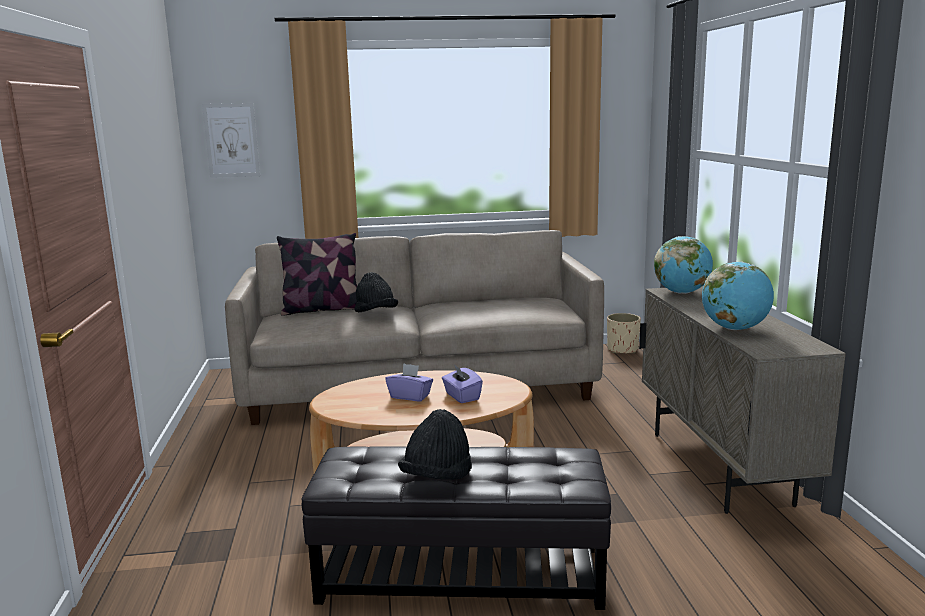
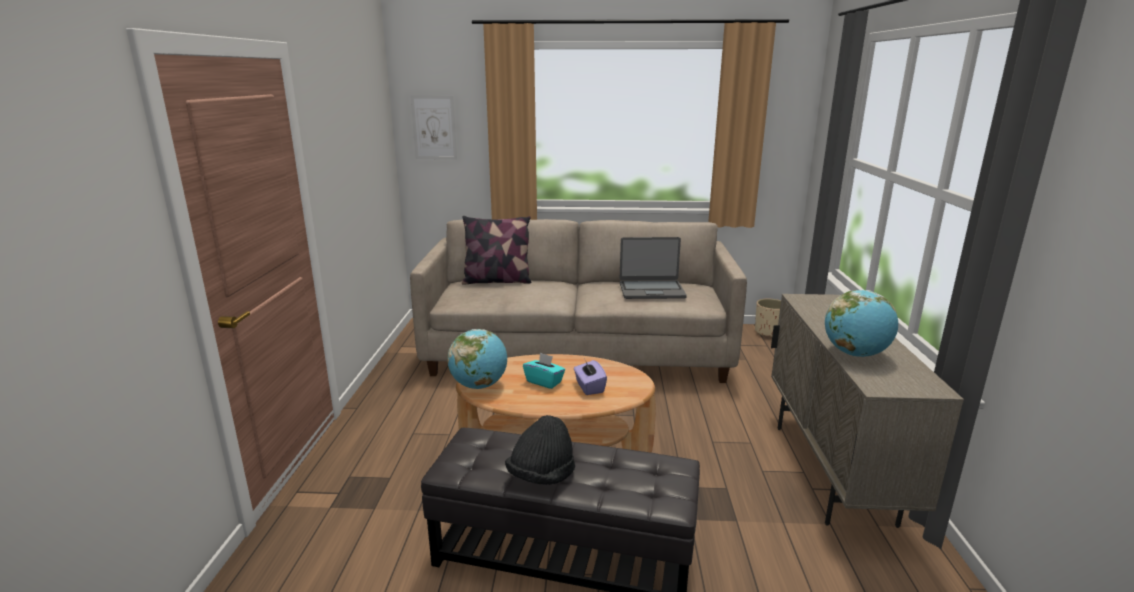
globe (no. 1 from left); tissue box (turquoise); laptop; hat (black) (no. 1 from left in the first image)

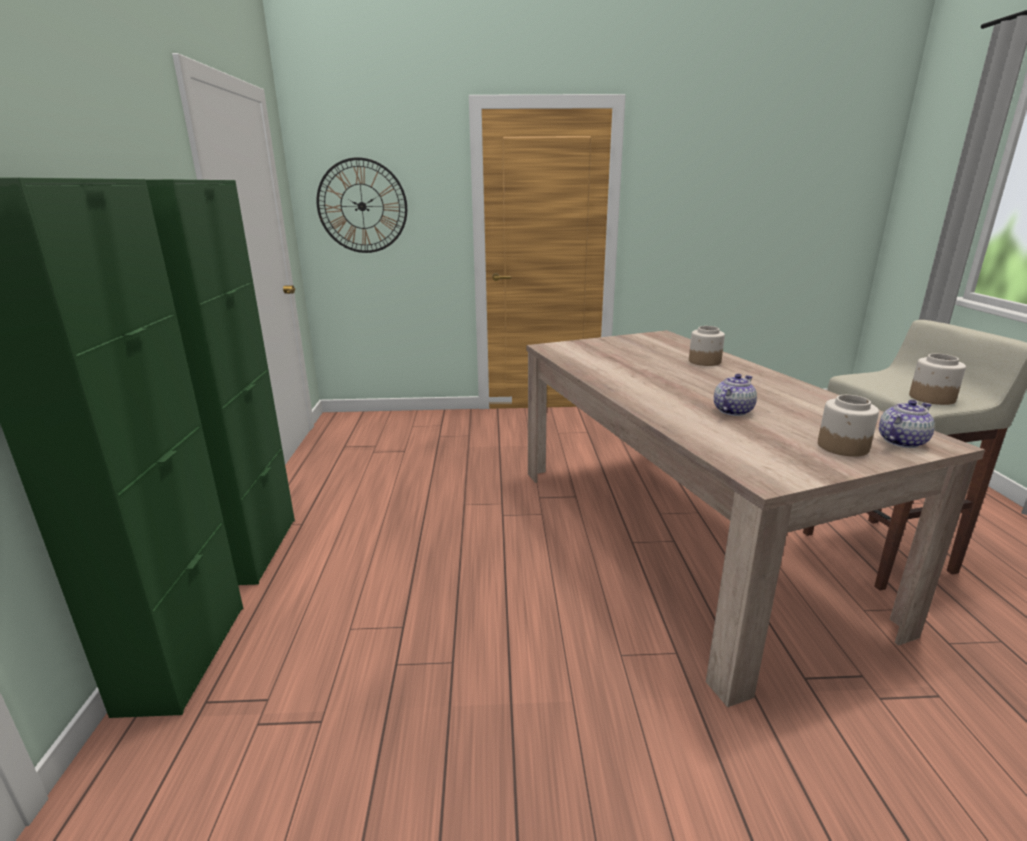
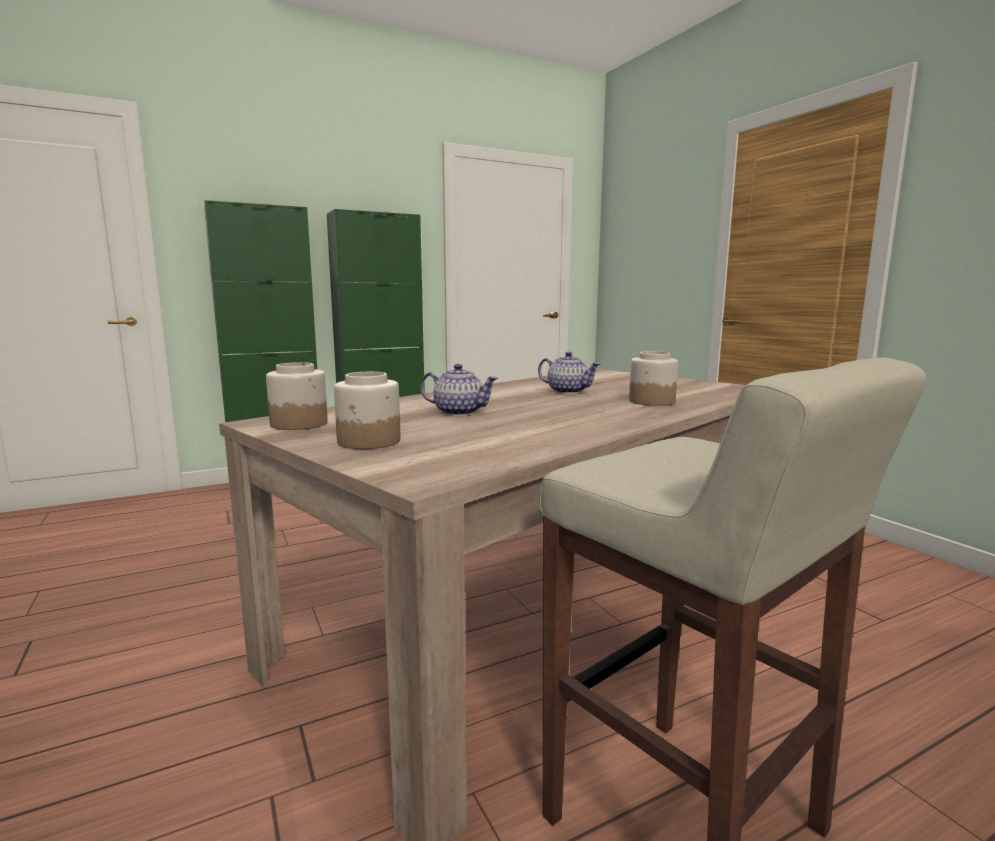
jar (no. 1 from left); teapot (no. 2 from left); wall clock

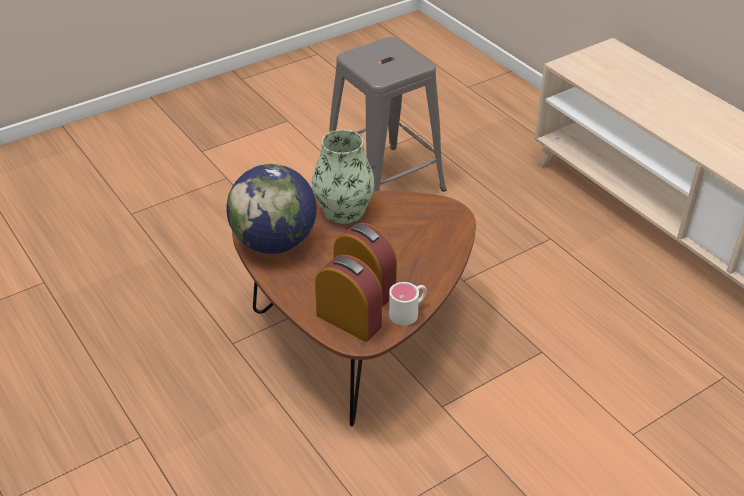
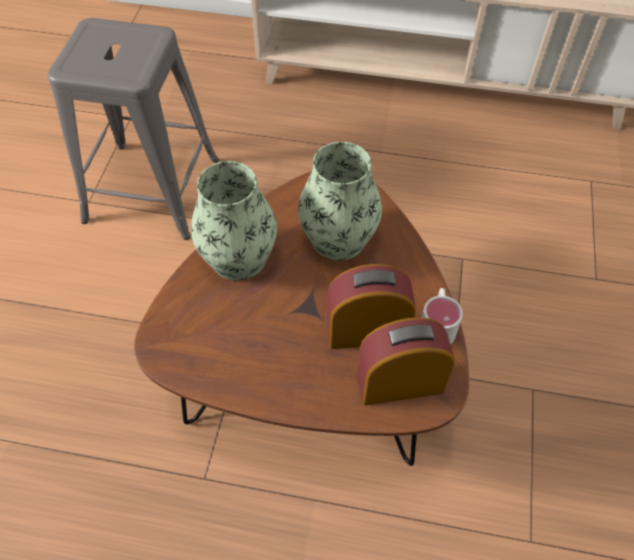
vase (no. 2 from left); globe

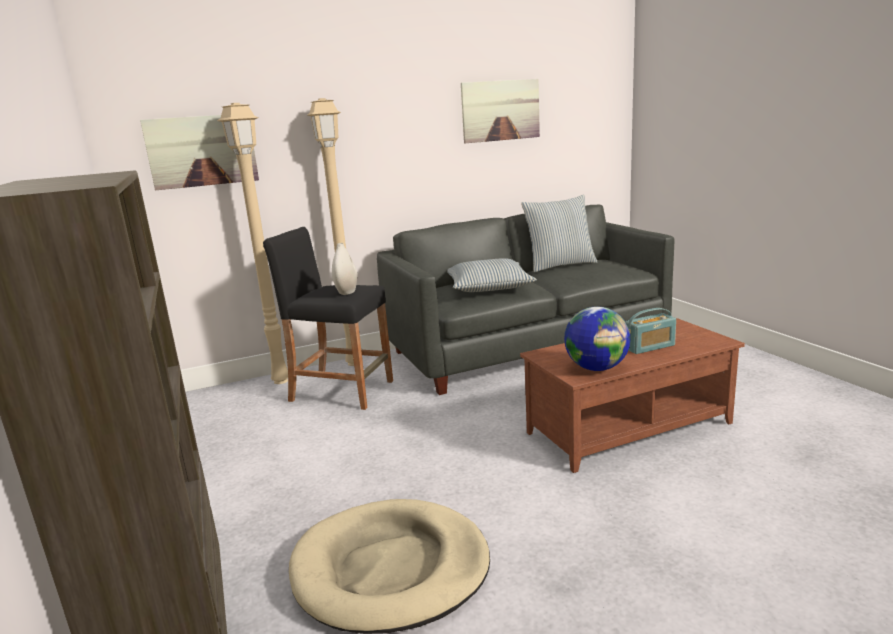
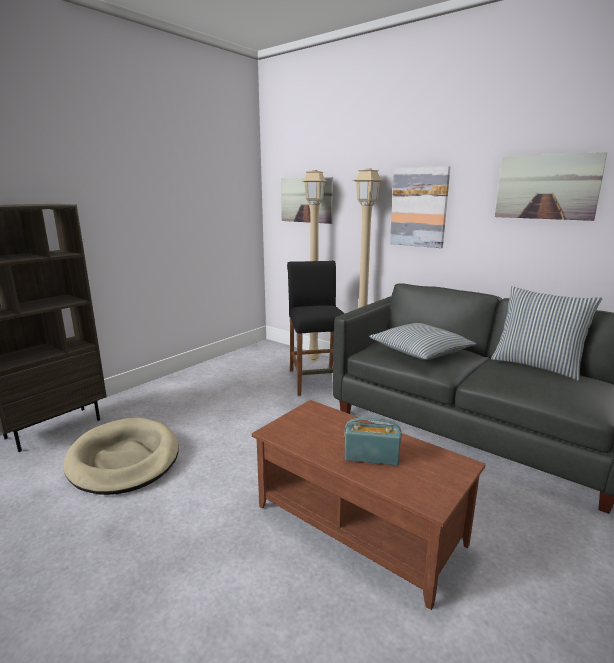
radio; picture (no. 2 from left); vase (white); globe

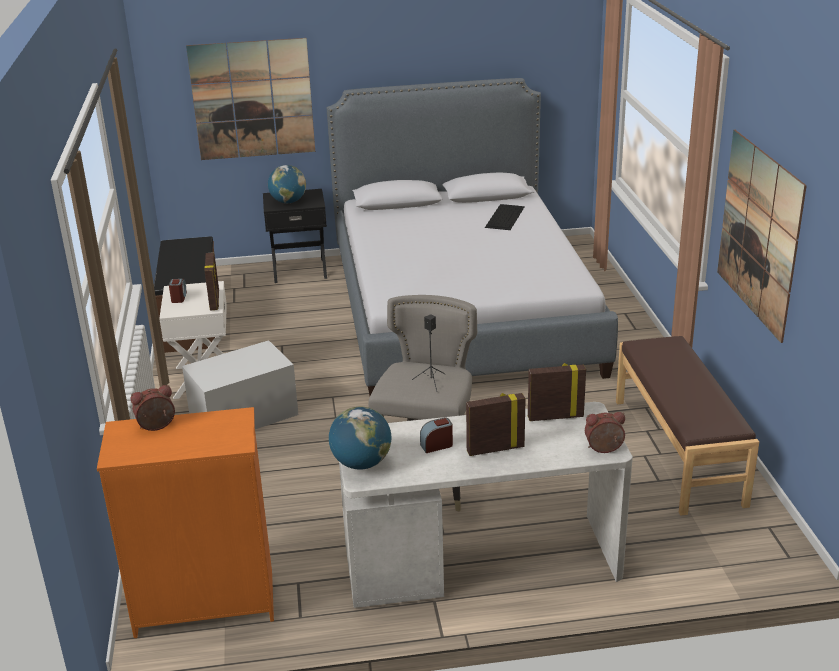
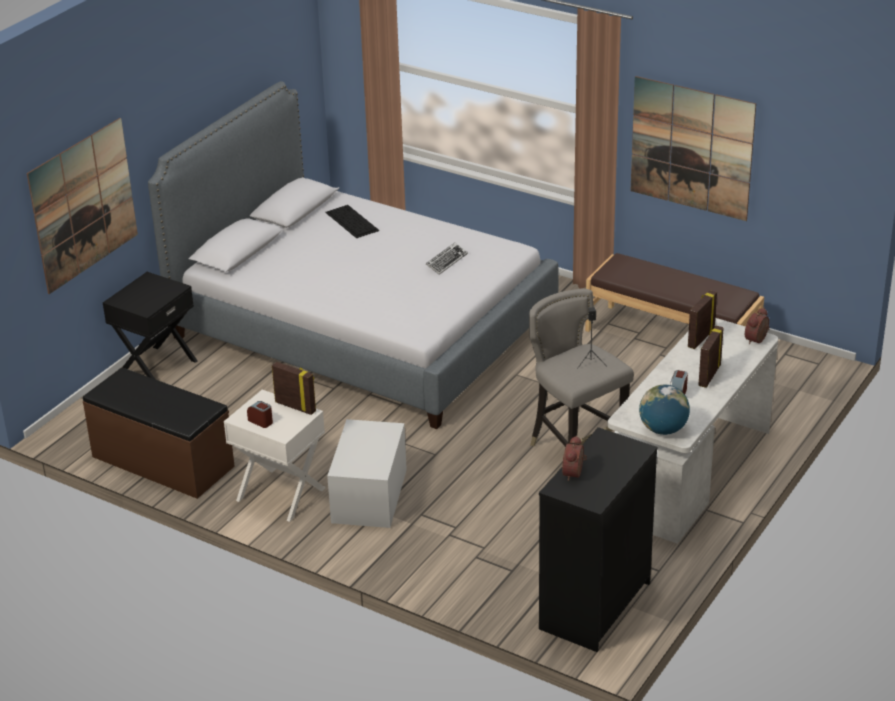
keyboard (no. 2 from left); dresser (black); globe (no. 1 from left in the first image)

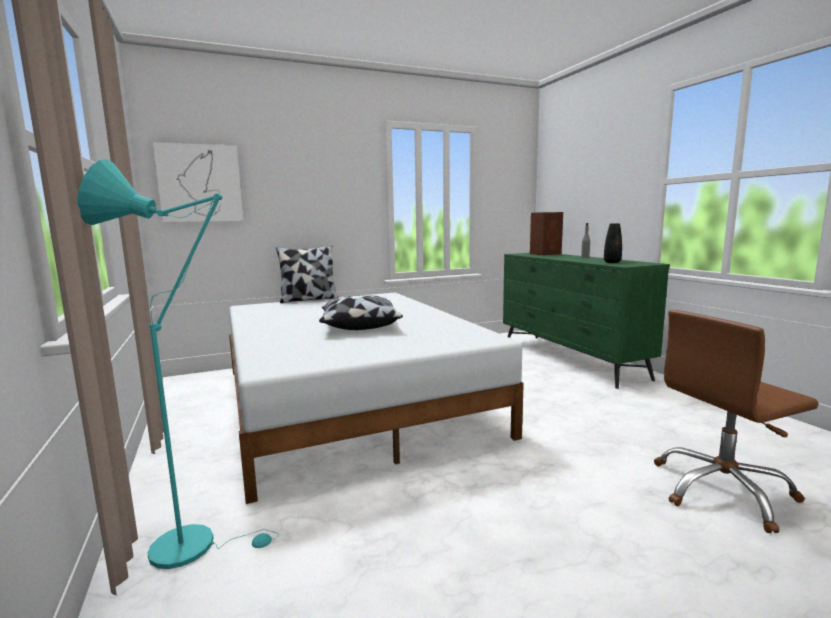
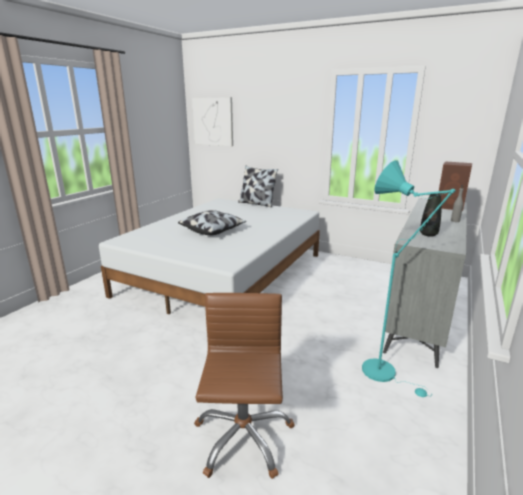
office chair (brown); floor lamp (turquoise); dresser (grey)

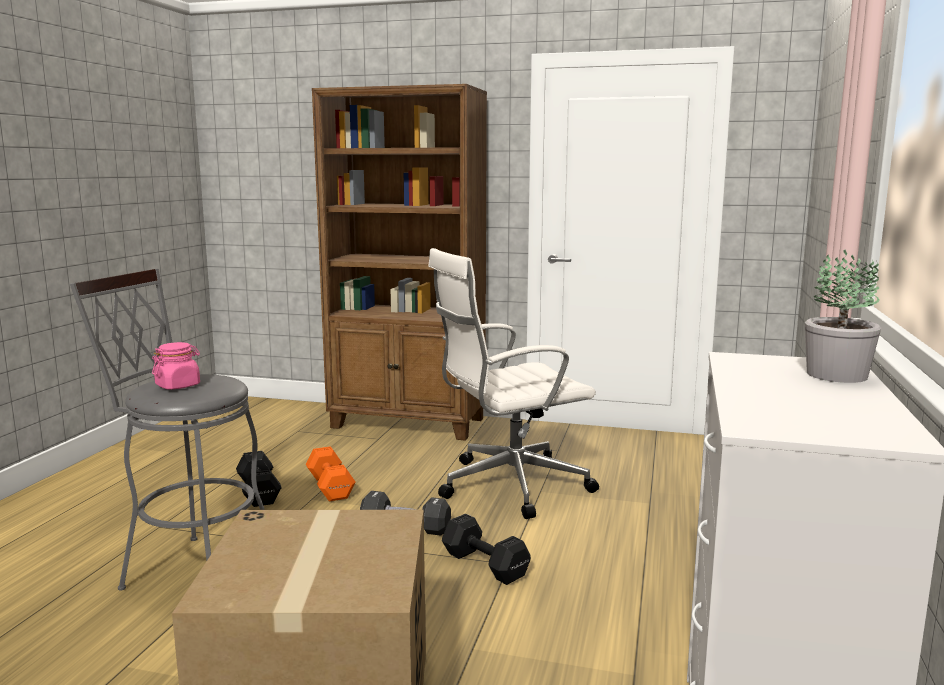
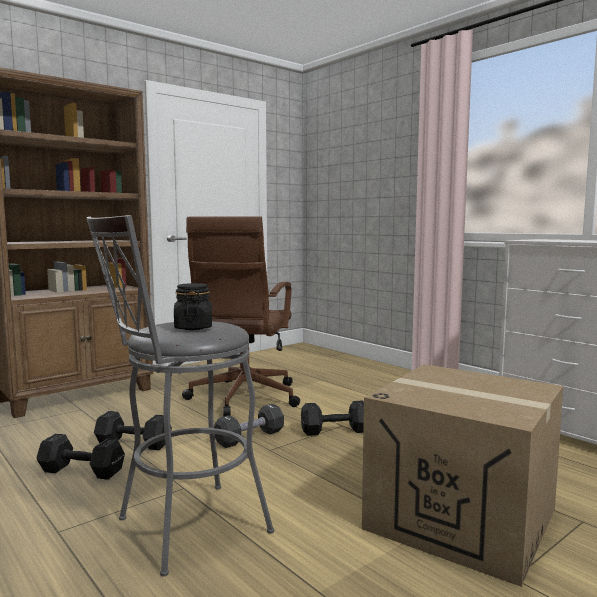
dumbbell (black) (no. 2 from left); jar (black); office chair (brown); potted plant

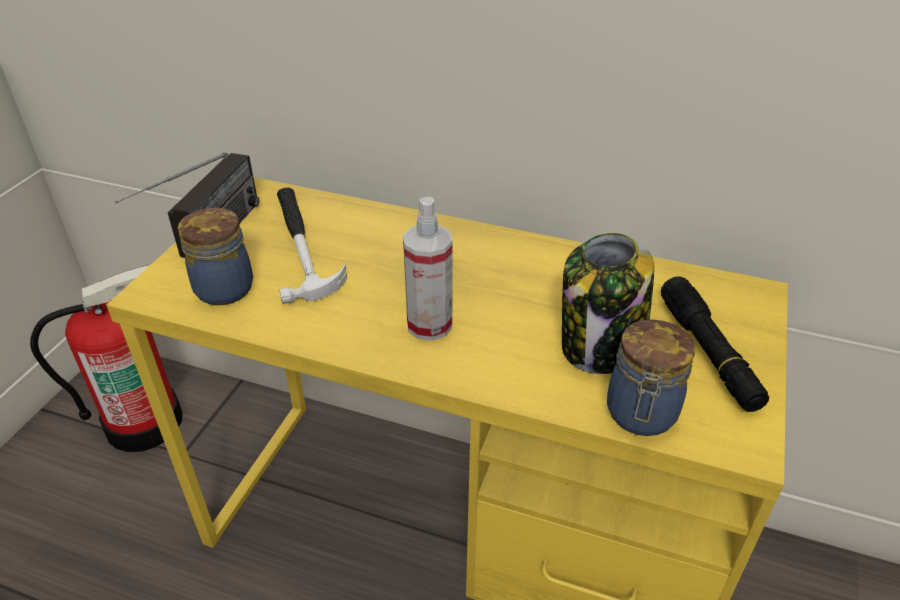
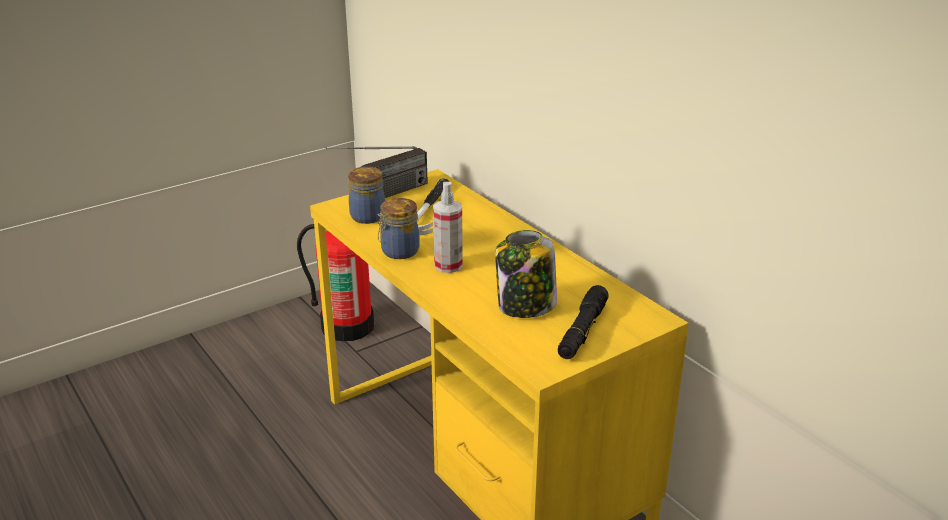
jar (no. 2 from left)

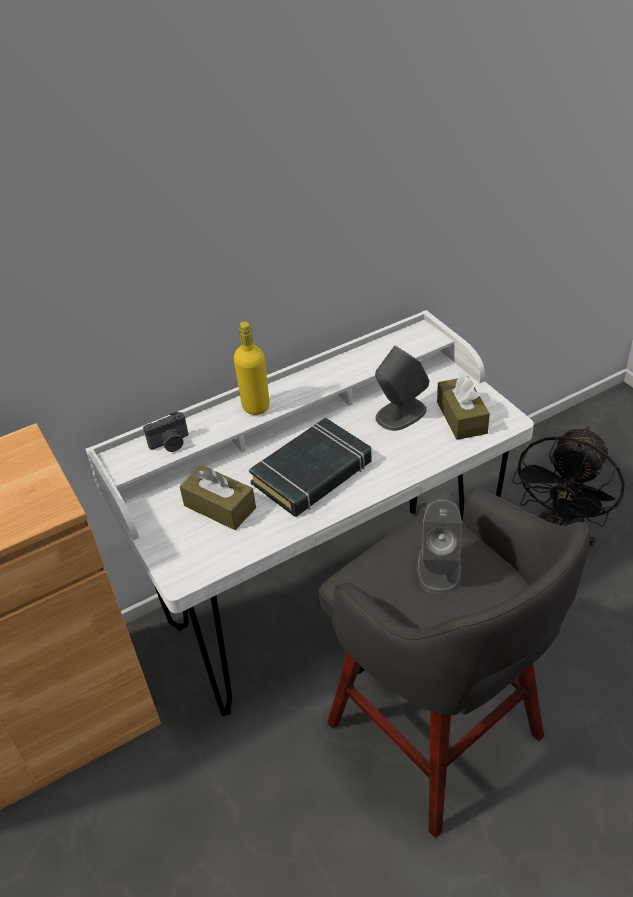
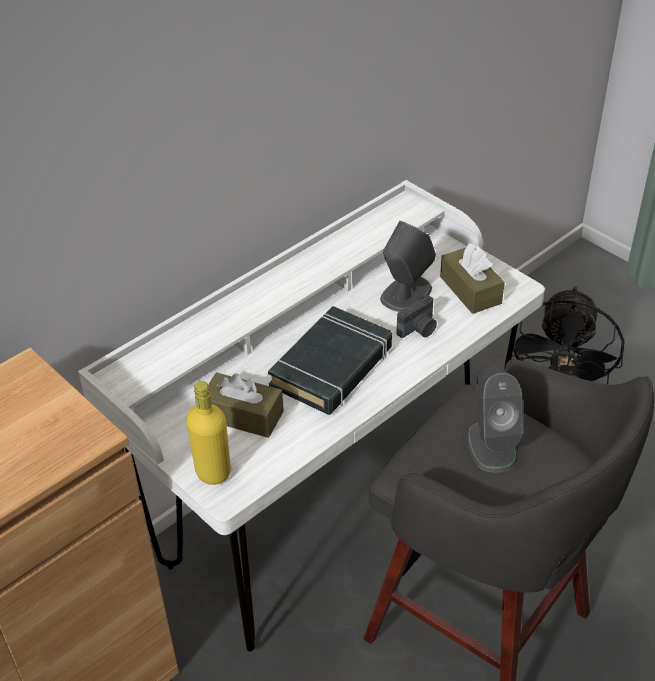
bottle (yellow); photo camera

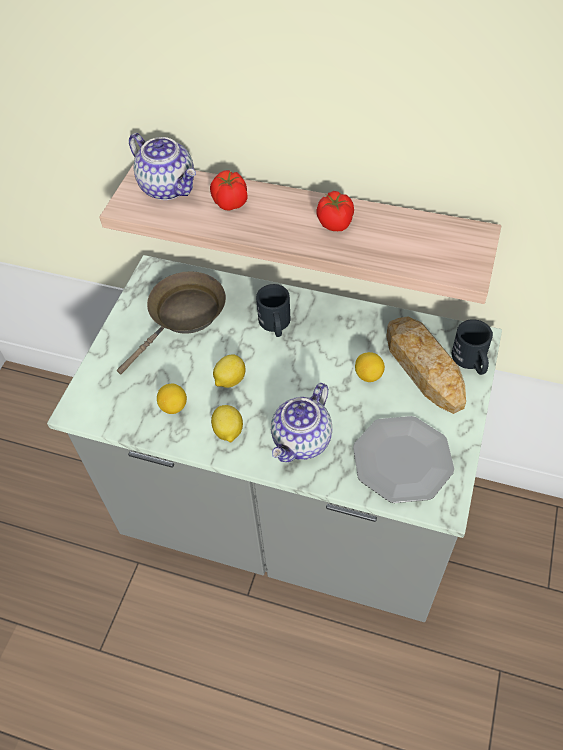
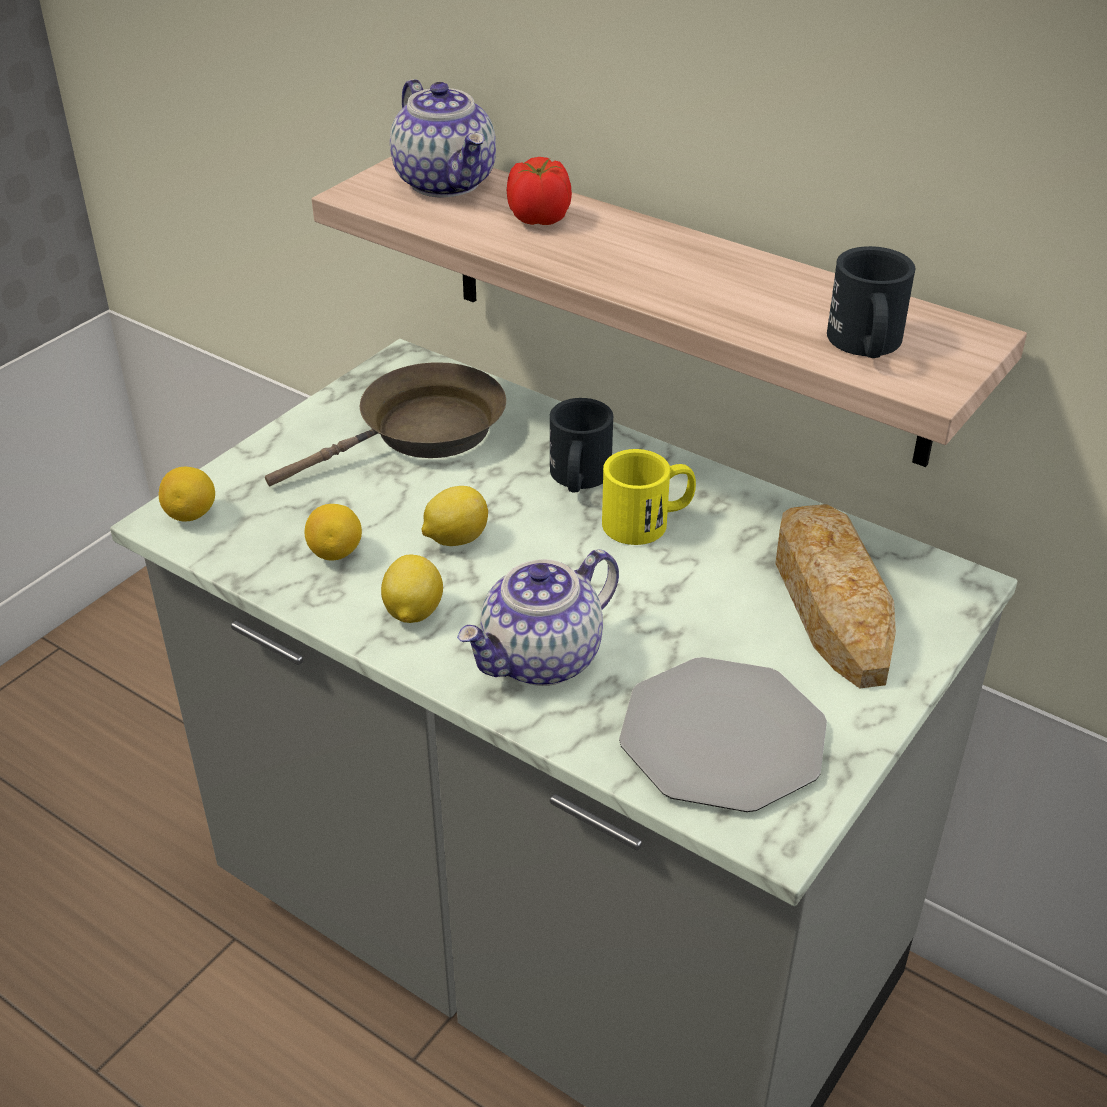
lemon (no. 1 from left); mug (yellow); mug (black) (no. 2 from left); tomato (no. 2 from left in the first image)

